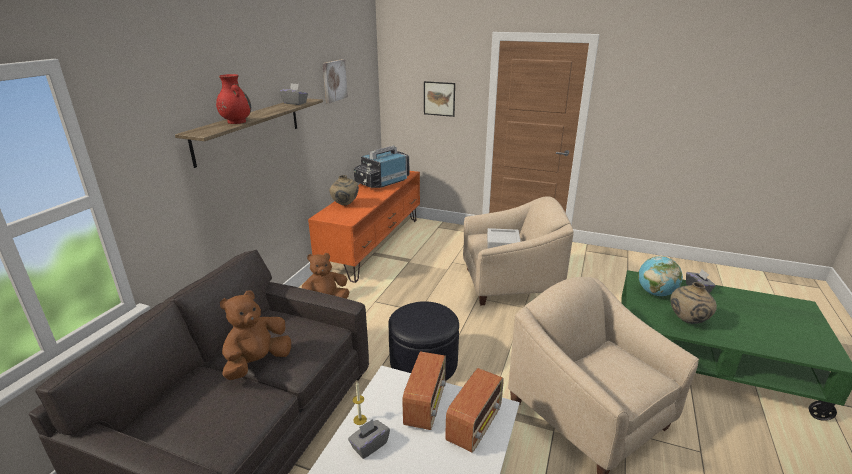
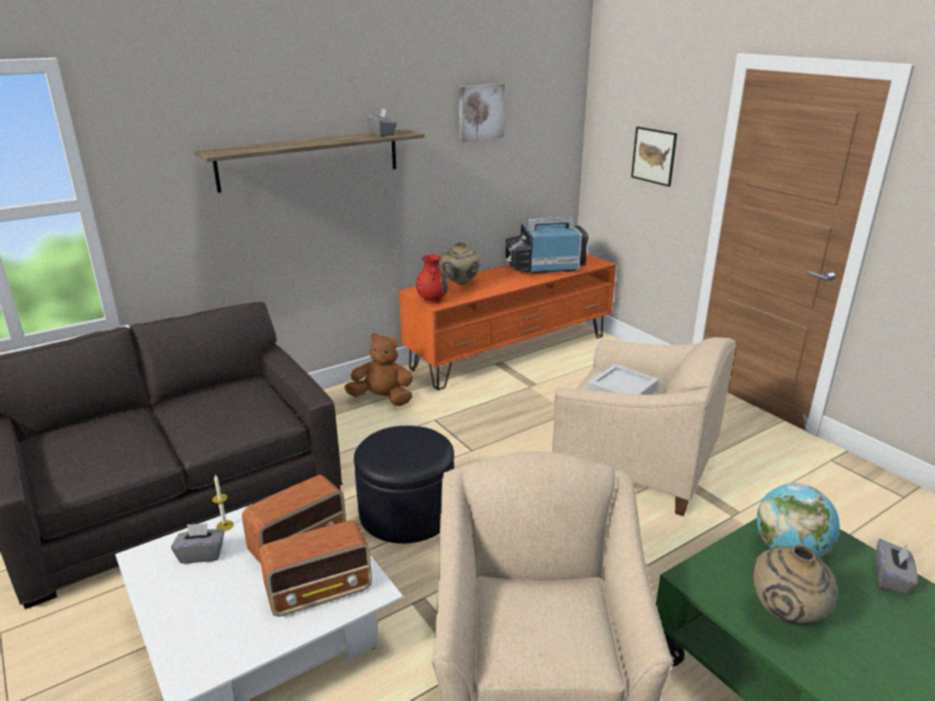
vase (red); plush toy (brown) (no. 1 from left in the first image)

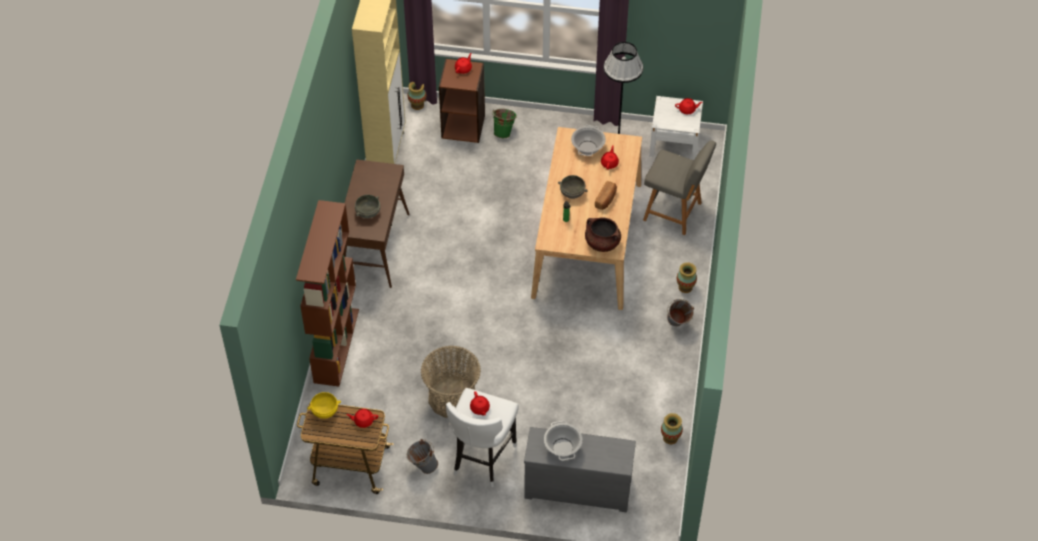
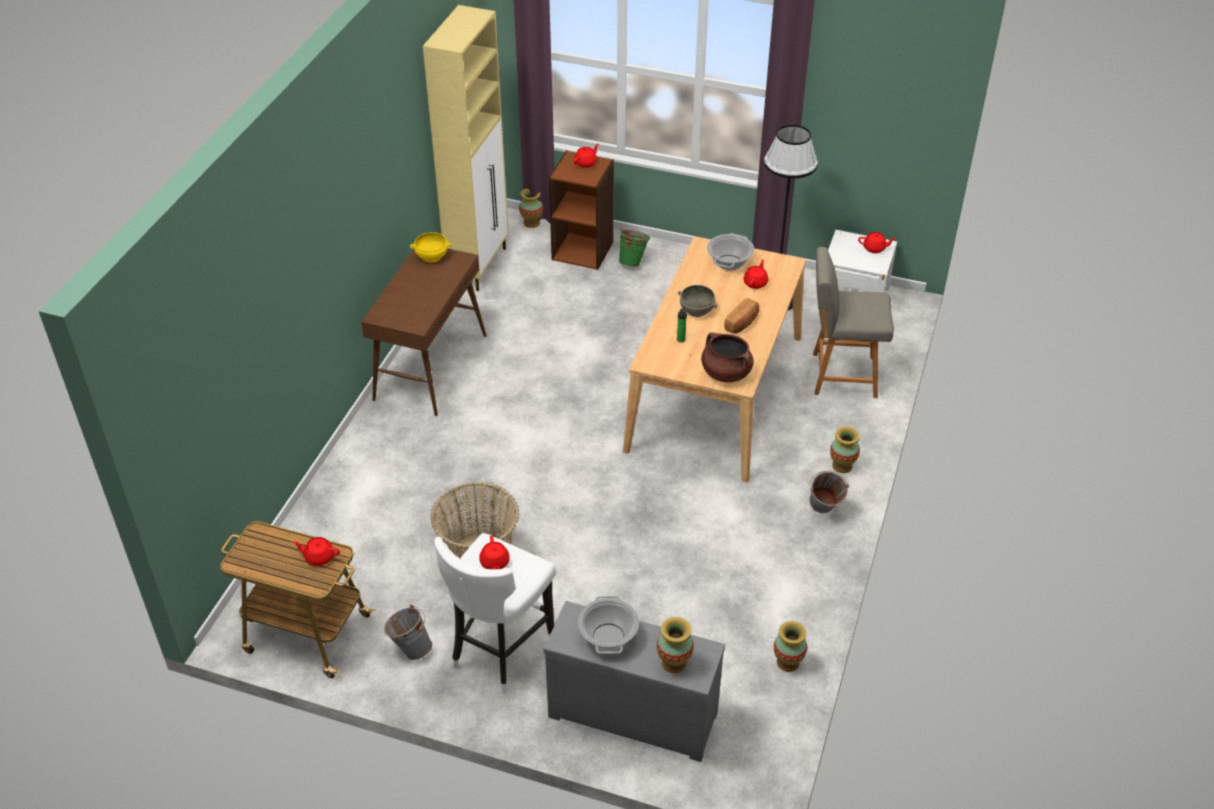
bowl (yellow); vase (no. 2 from left); chair (grey); bookcase (brown) (no. 1 from left in the first image); bowl (grey) (no. 1 from left in the first image)

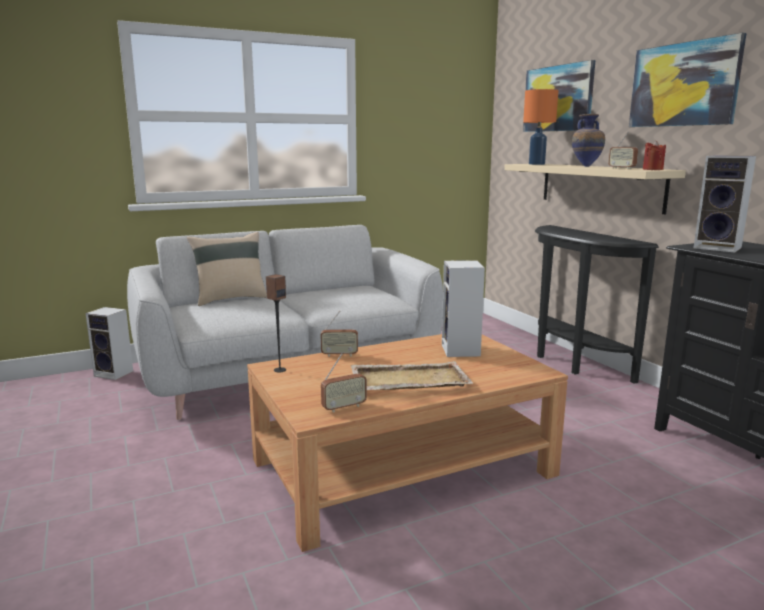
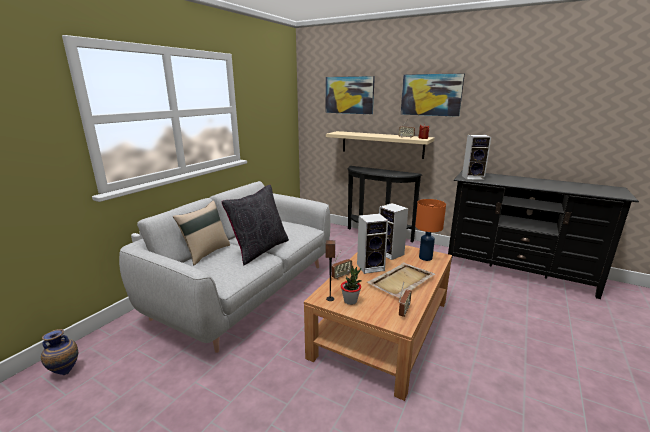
vase; pillow (black); potted plant; speaker (no. 2 from left); table lamp (orange)

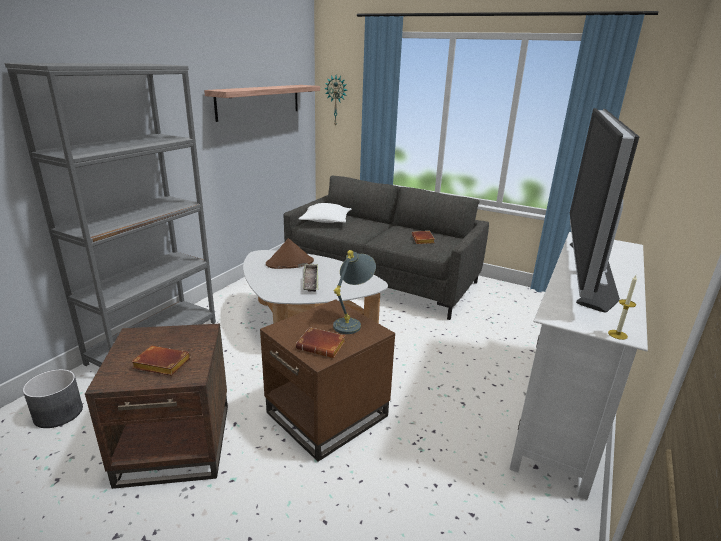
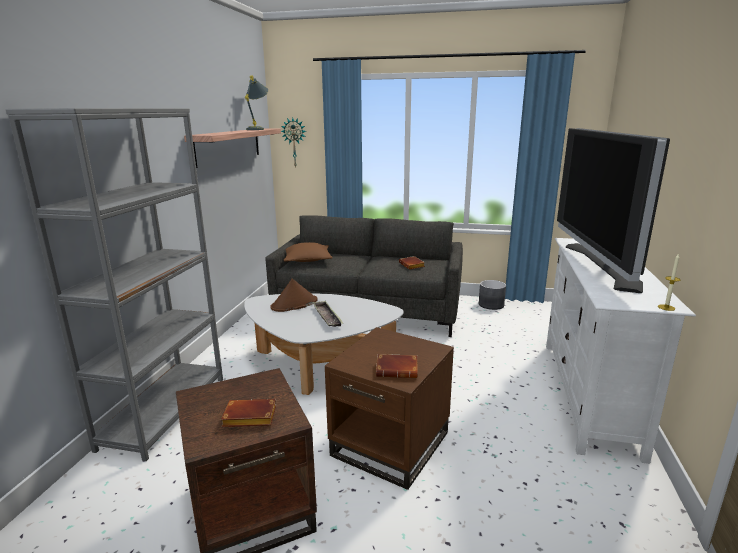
table lamp (grey); pillow (brown); planter (grey)

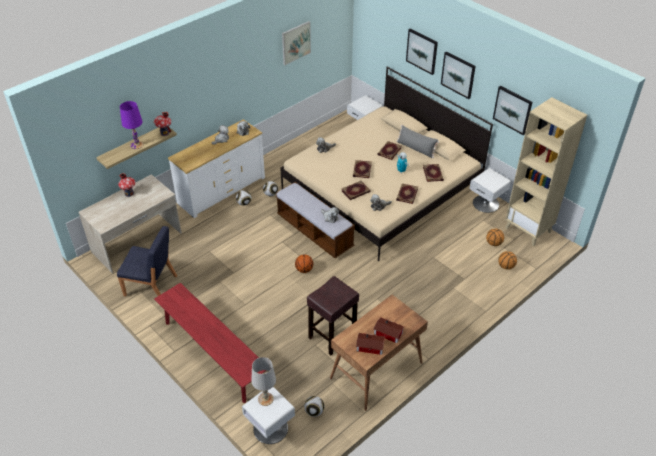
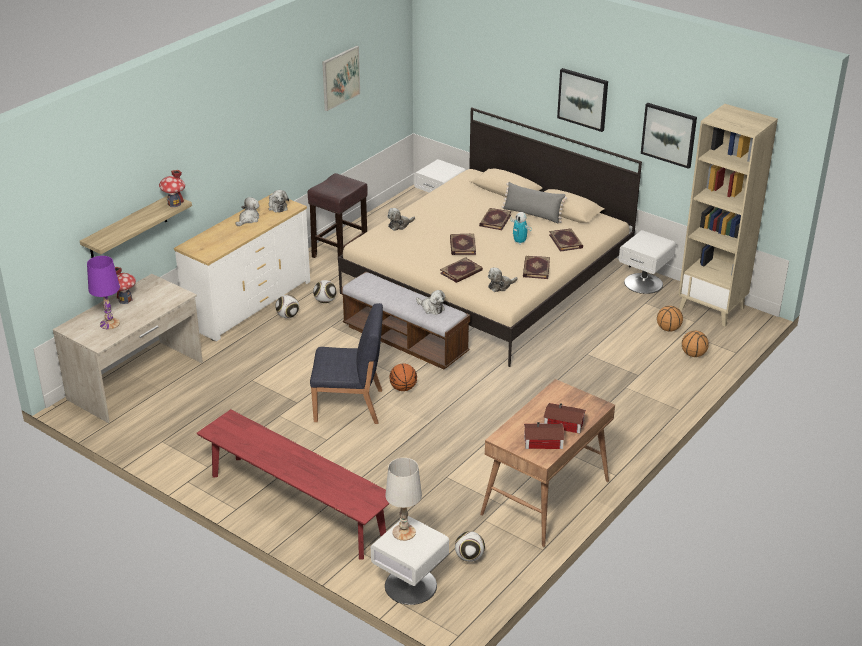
table lamp (purple); stool (brown); chair (blue); picture (no. 2 from left in the first image)

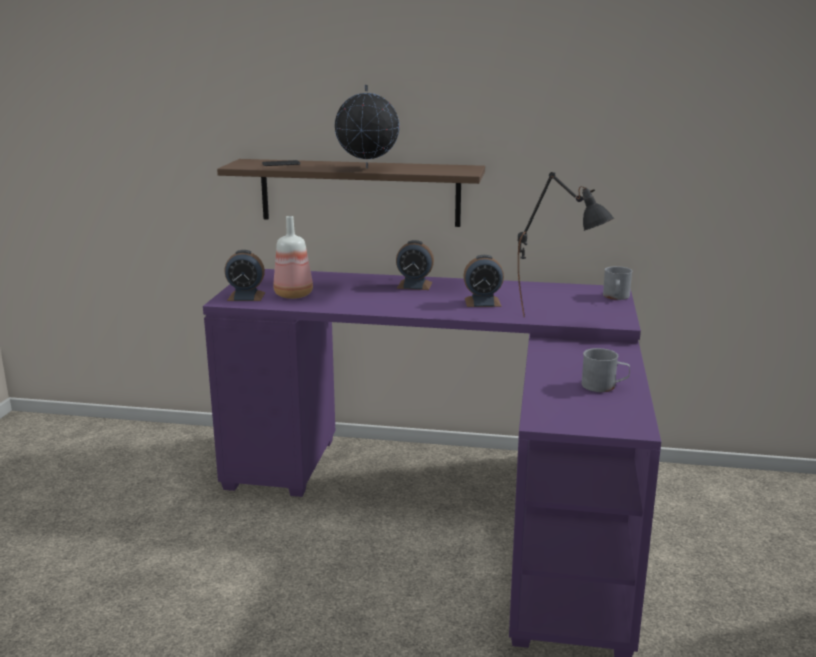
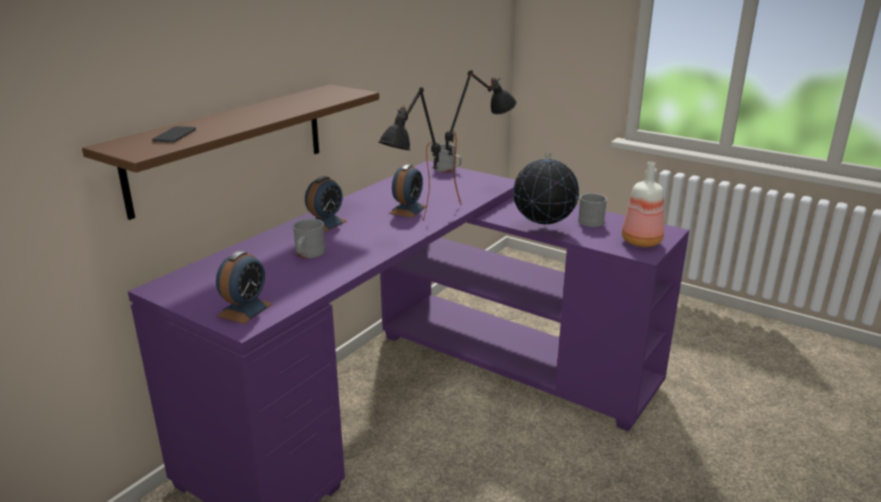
mug (grey) (no. 1 from left); table lamp (black) (no. 1 from left); globe; bottle

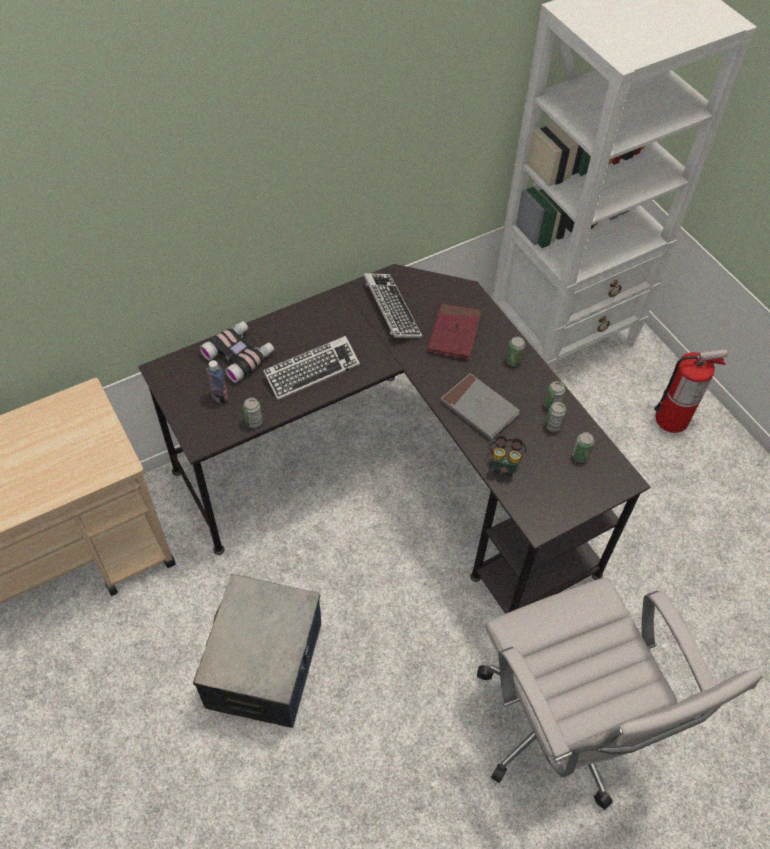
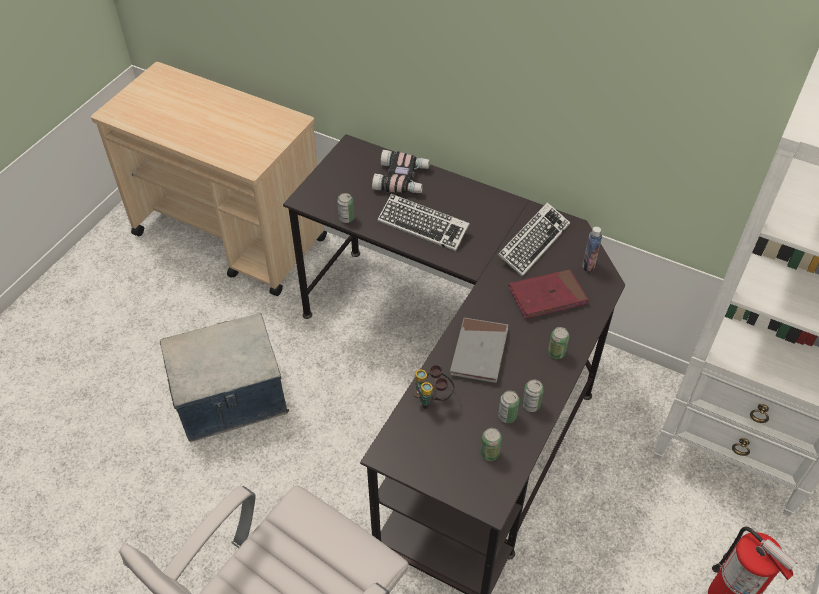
bottle

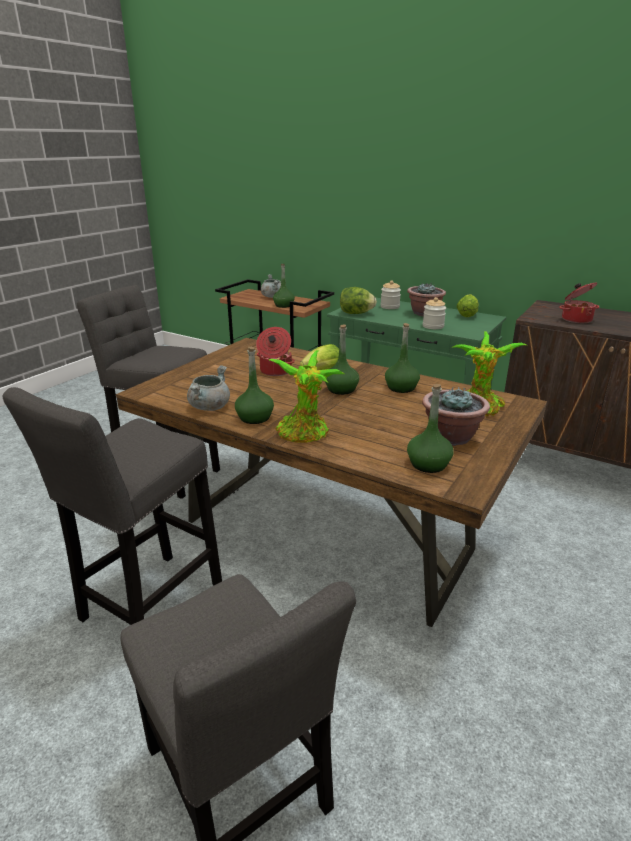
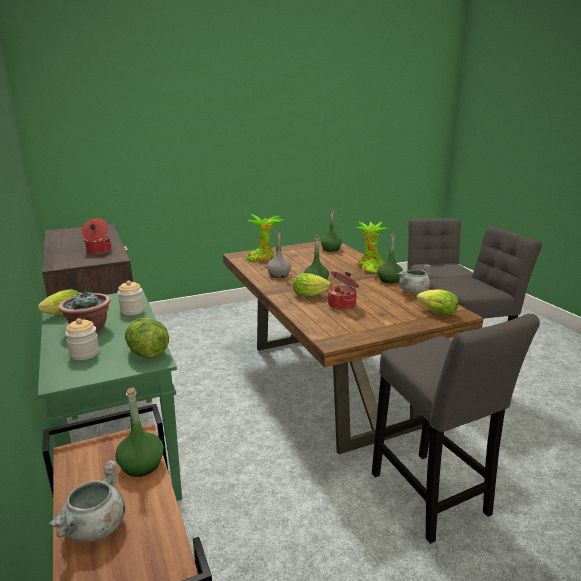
bottle (grey); lettuce (no. 4 from left); potted plant (no. 3 from left in the first image)

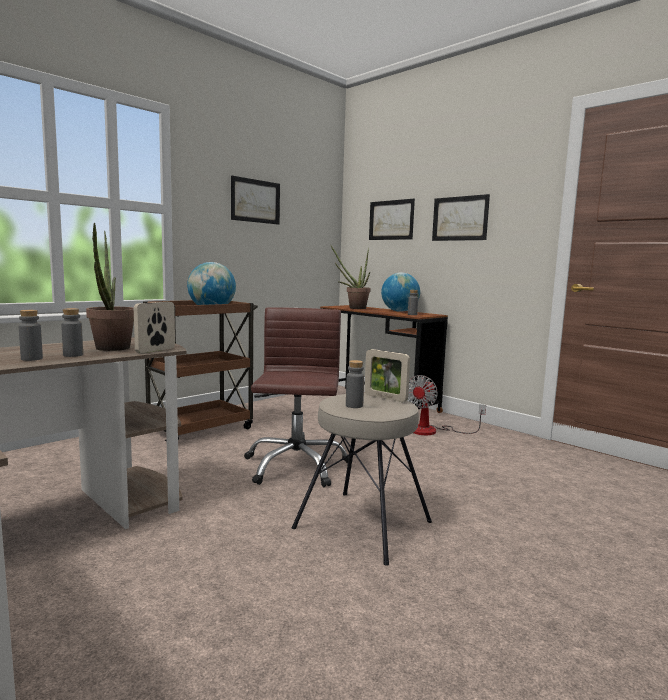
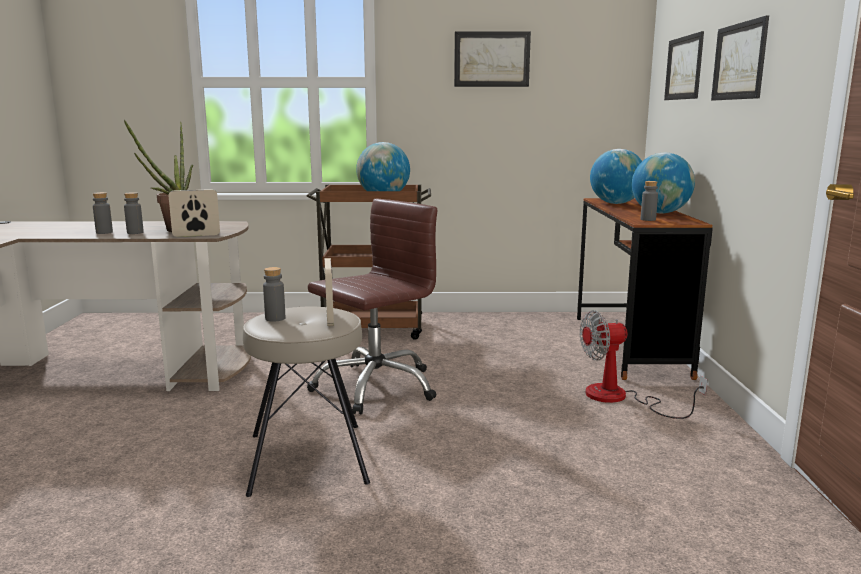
globe (no. 2 from left)

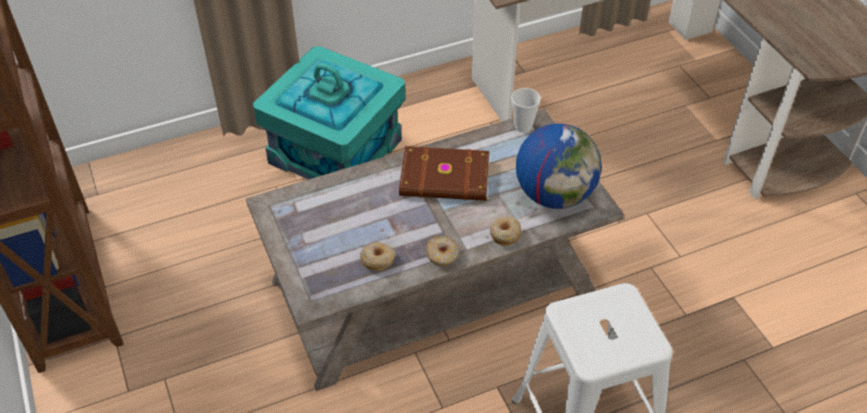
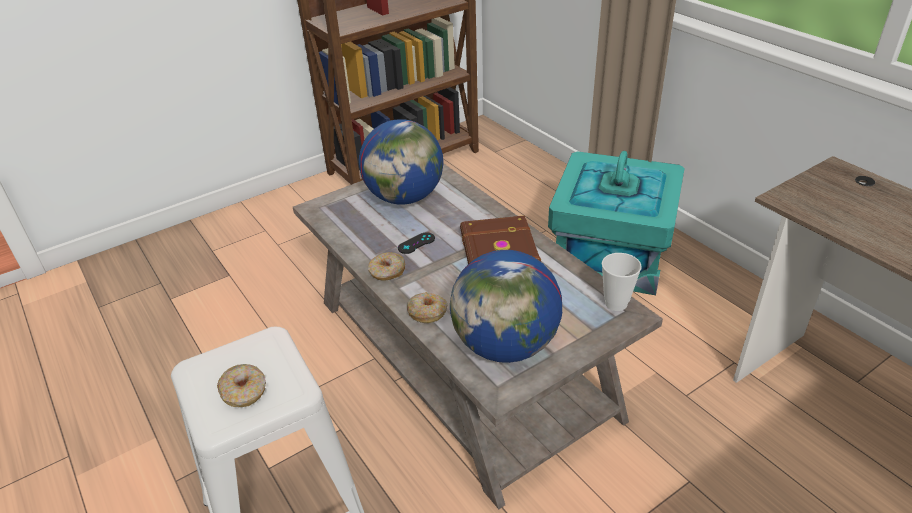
donut (no. 1 from left); globe (no. 1 from left); game controller (black)

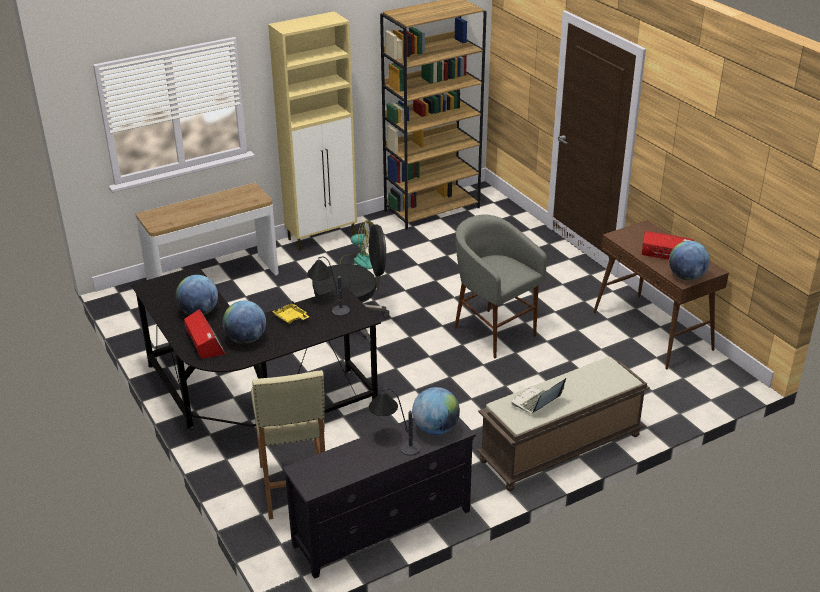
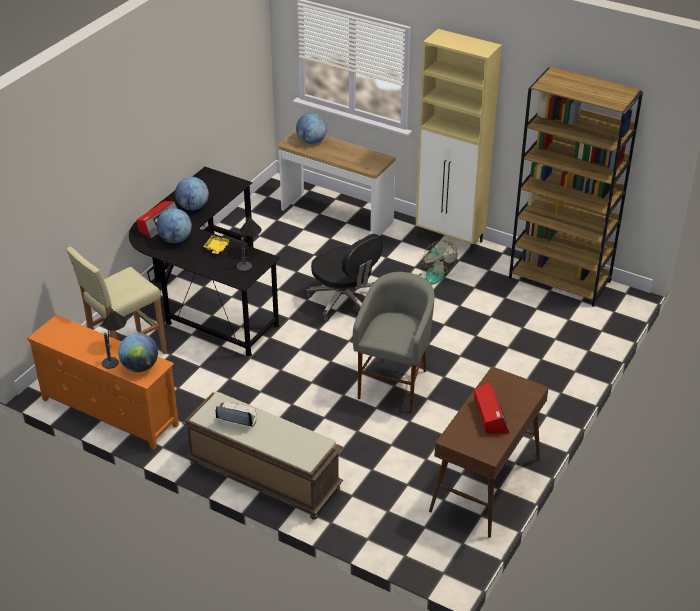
tv stand (orange); globe (no. 4 from left)

